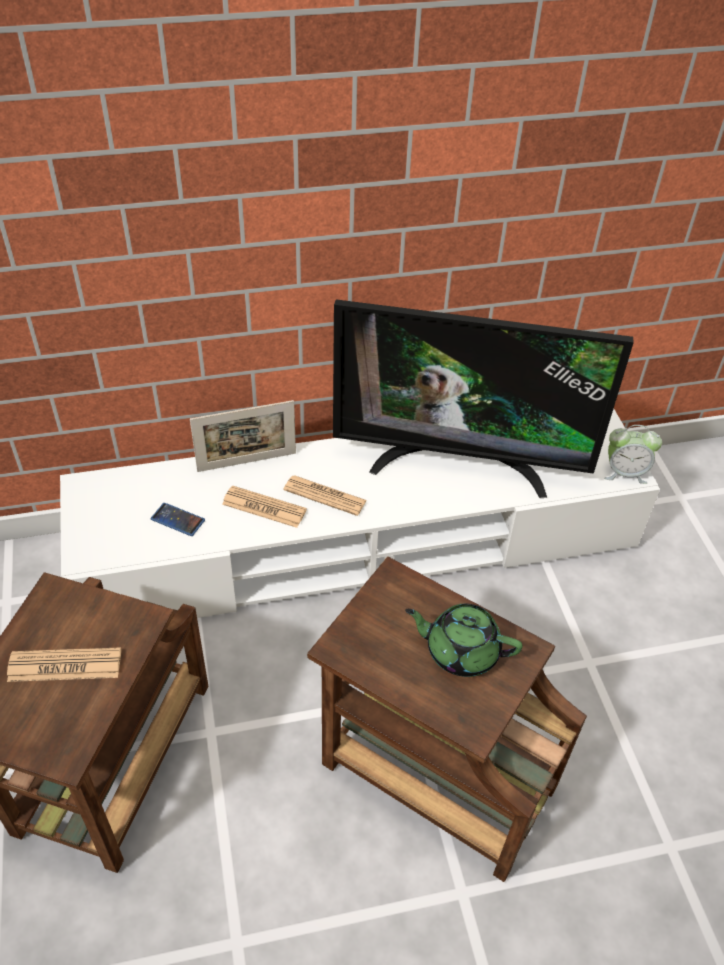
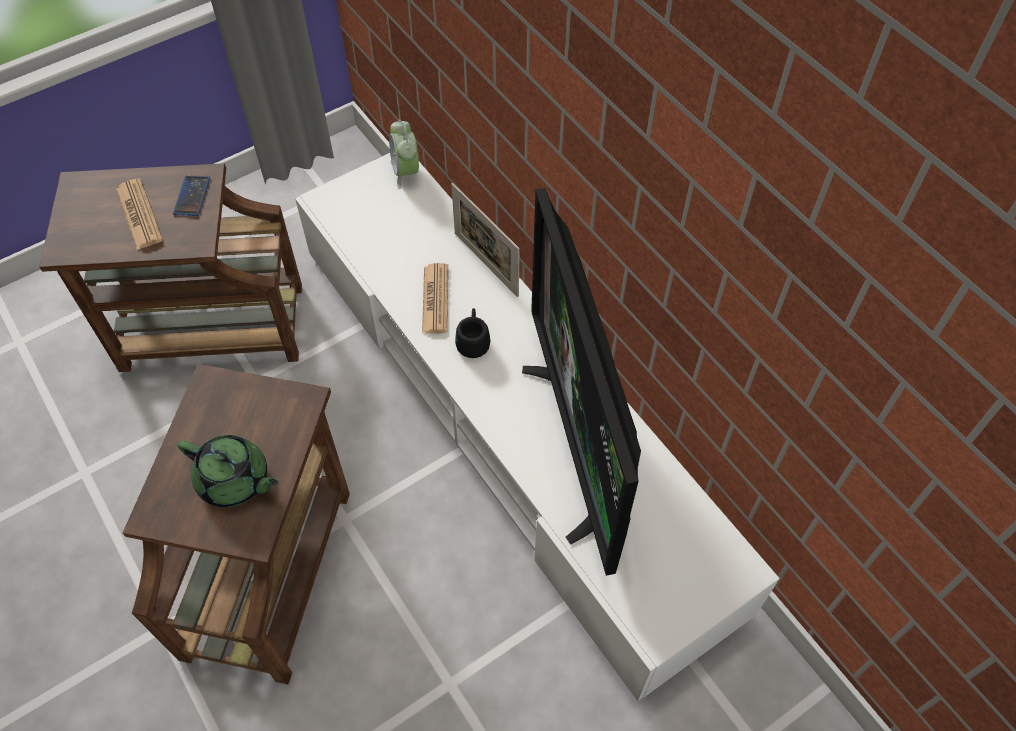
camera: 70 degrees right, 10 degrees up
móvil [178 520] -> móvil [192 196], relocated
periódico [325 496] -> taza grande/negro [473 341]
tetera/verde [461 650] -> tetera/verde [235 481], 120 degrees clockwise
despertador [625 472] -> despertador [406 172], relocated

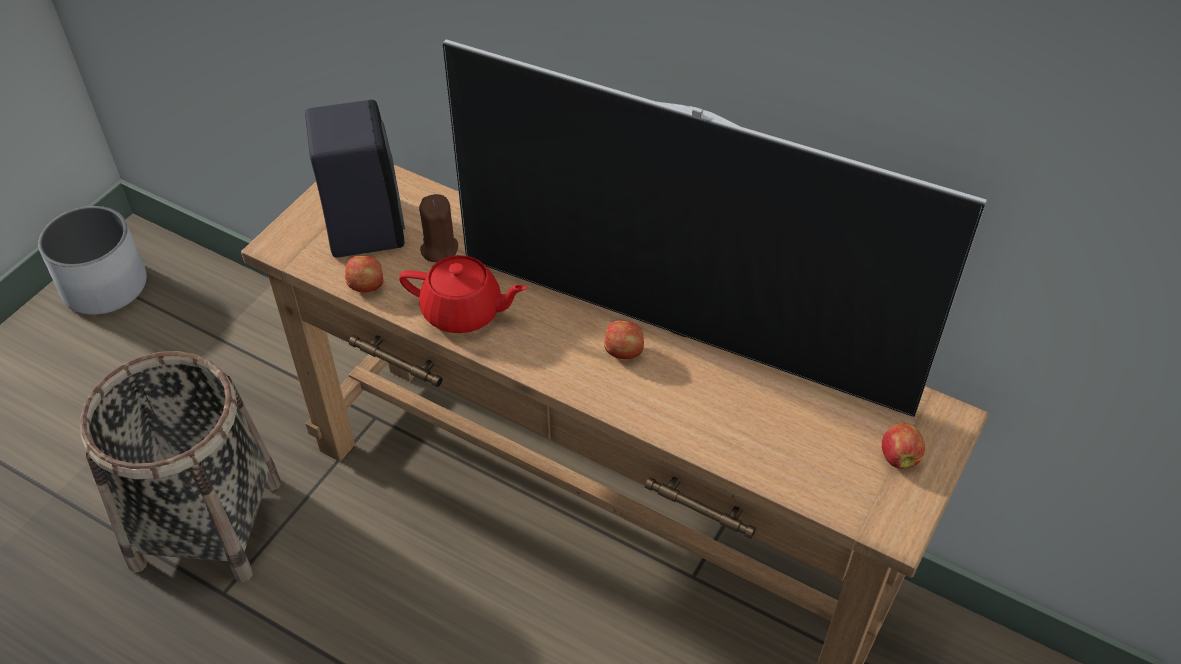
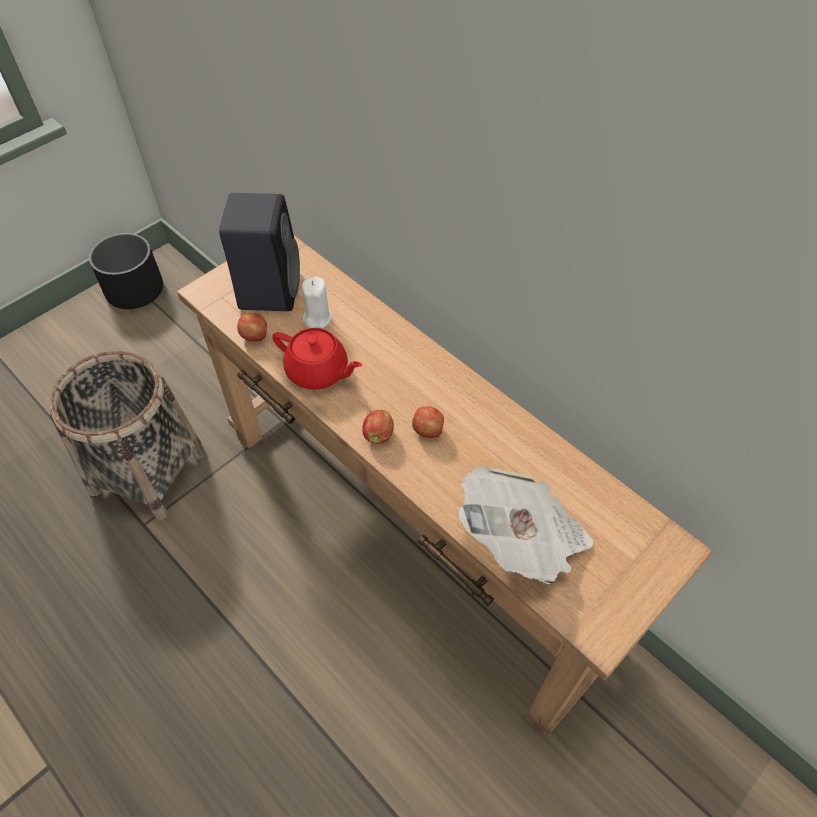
camera: 15 degrees right, 5 degrees up
maceta/blanco [106 286] -> maceta/negro [135 290]
vela/marrón [439 248] -> vela/blanco [317 317]
televisor [680 331] -> none
manzana [899 456] -> manzana [378 434], relocated
none -> periódico [522 539]

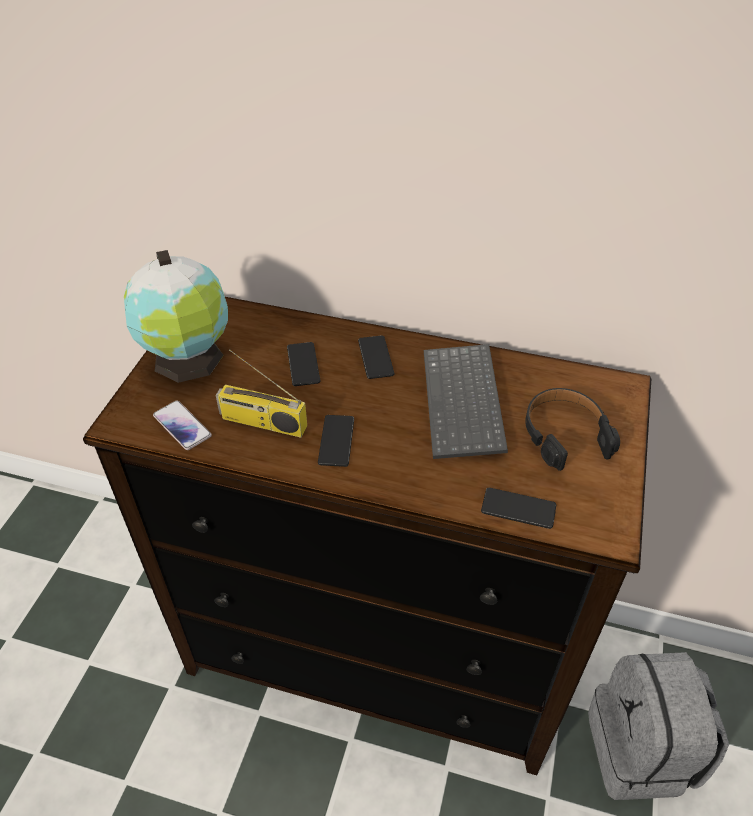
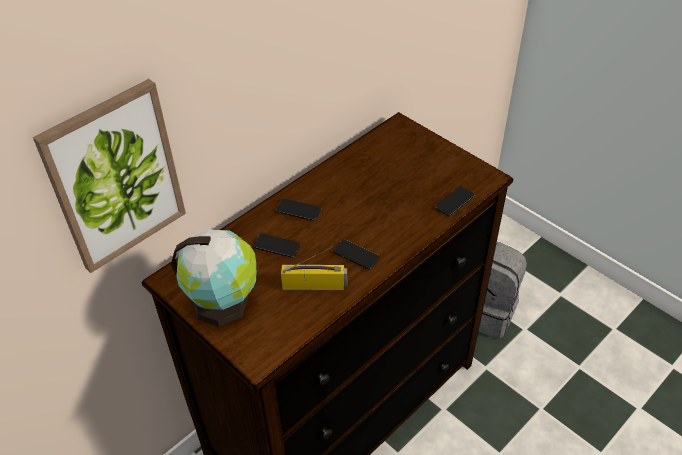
camera: 60 degrees left, 0 degrees up
móvil [182 426] -> none
radio [262 423] -> radio [315 284], 135 degrees counterclockwise
teclado [465 403] -> none
auriculares/negro [565 434] -> none
none -> cuadro [115 177]

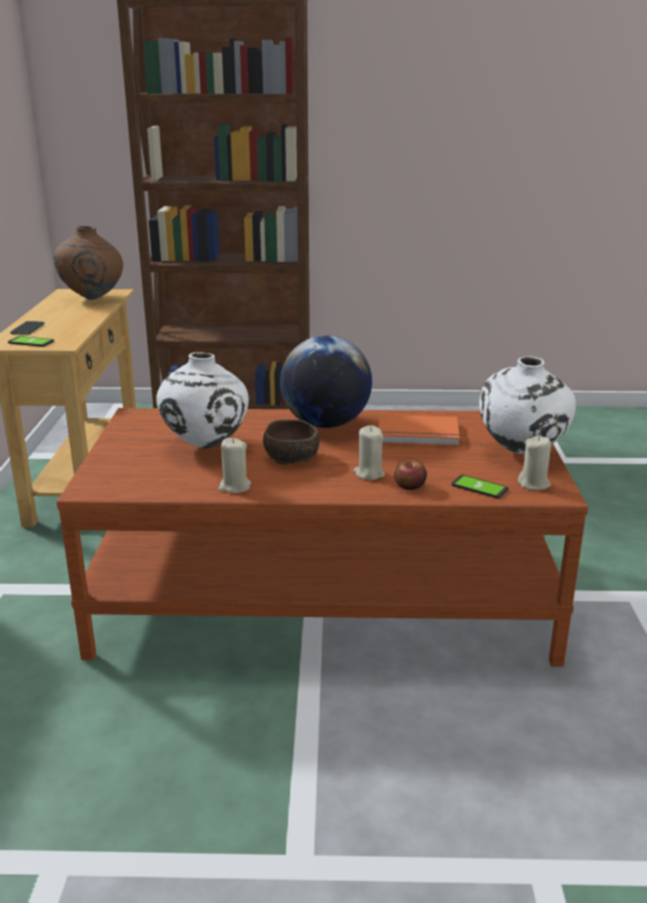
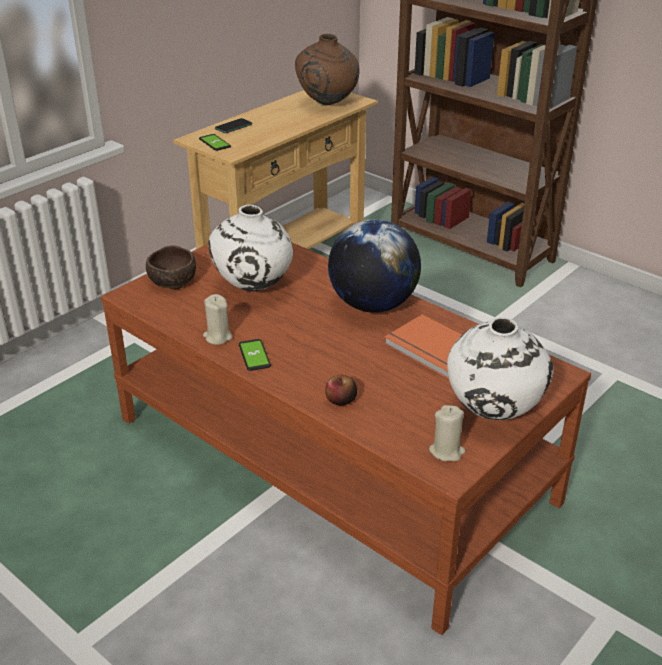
camera: 40 degrees right, 10 degrees up
cuenco/marrón [292 458] -> cuenco/marrón [173 281], relocated
vela/beis [369 474] -> none
móvil [479 487] -> móvil [254 355], relocated

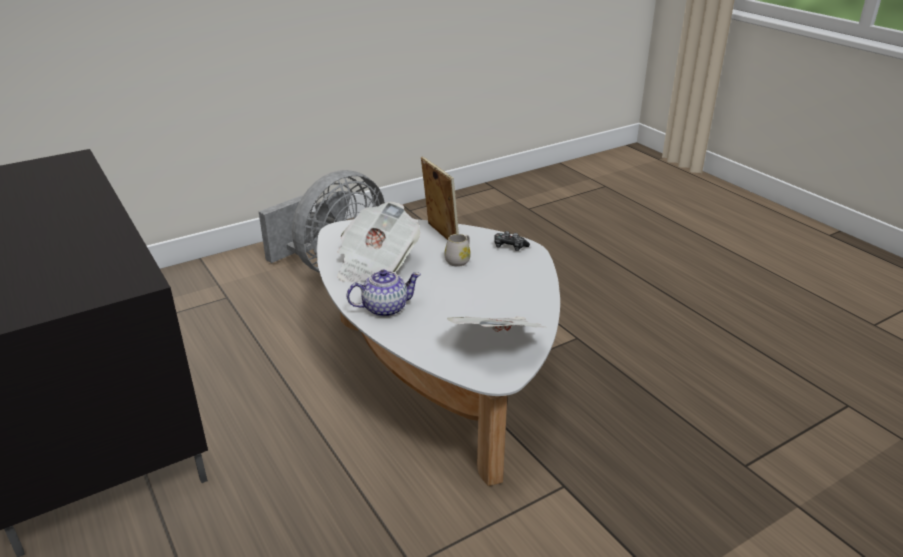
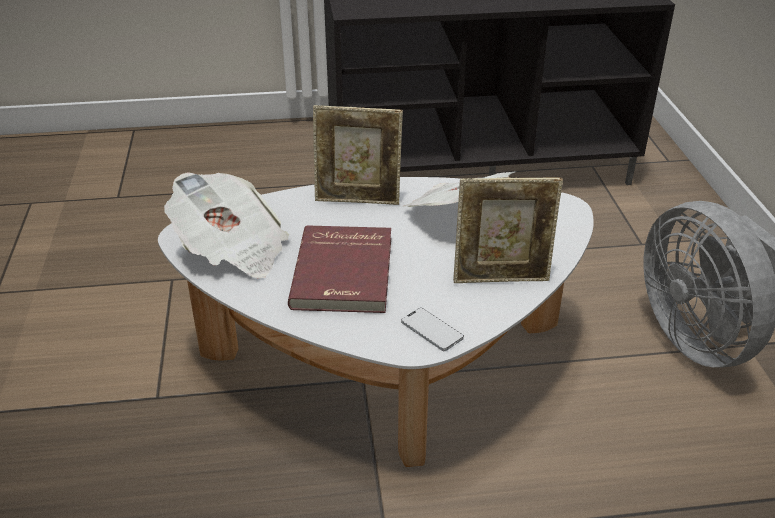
camera: 115 degrees right, 5 degrees up
tetera [384 308] -> portarretratos [358 200]
taza grande/blanco [459 260] -> none
mando de consola [509 247] -> móvil [432 330]
none -> libro/rojo [345 272]

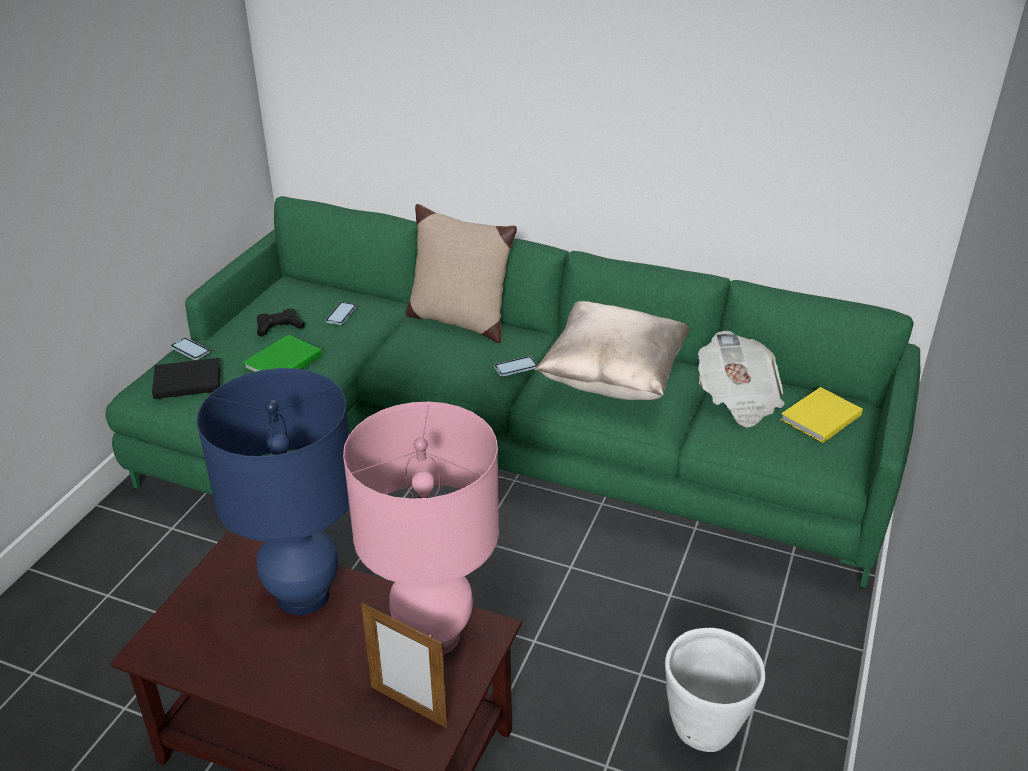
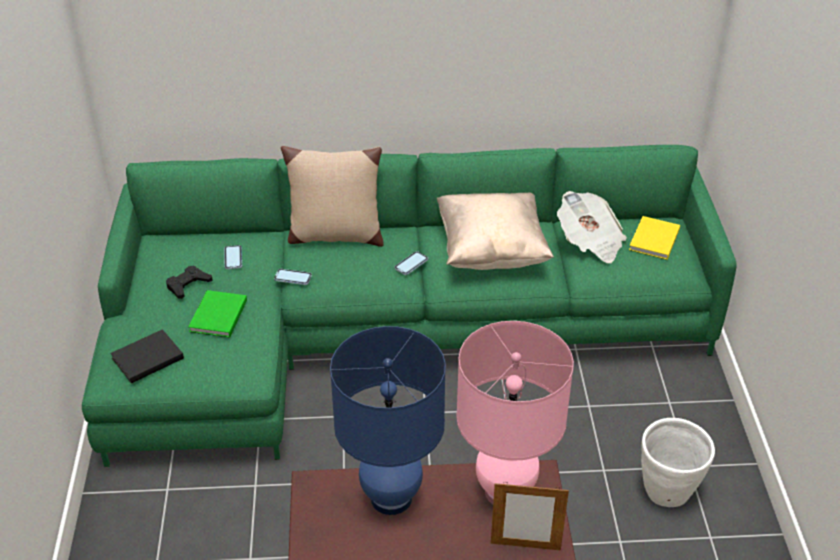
camera: 25 degrees left, 5 degrees up
móvil [190 350] -> móvil [293 278], relocated

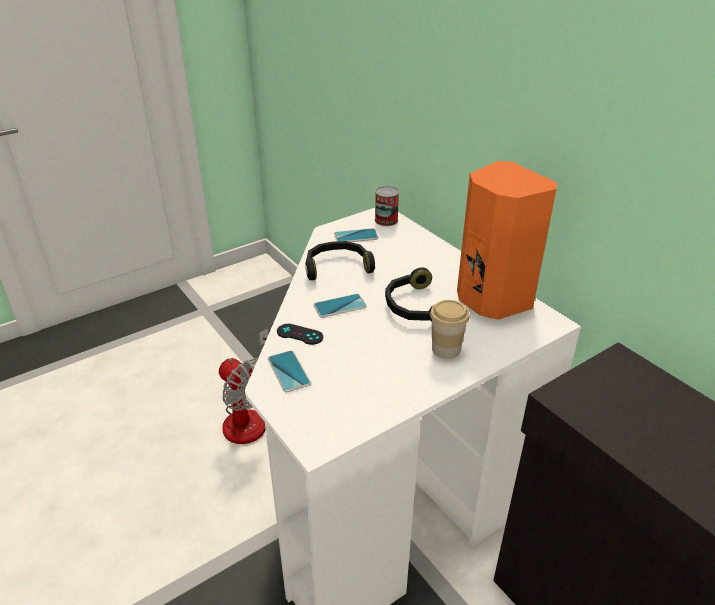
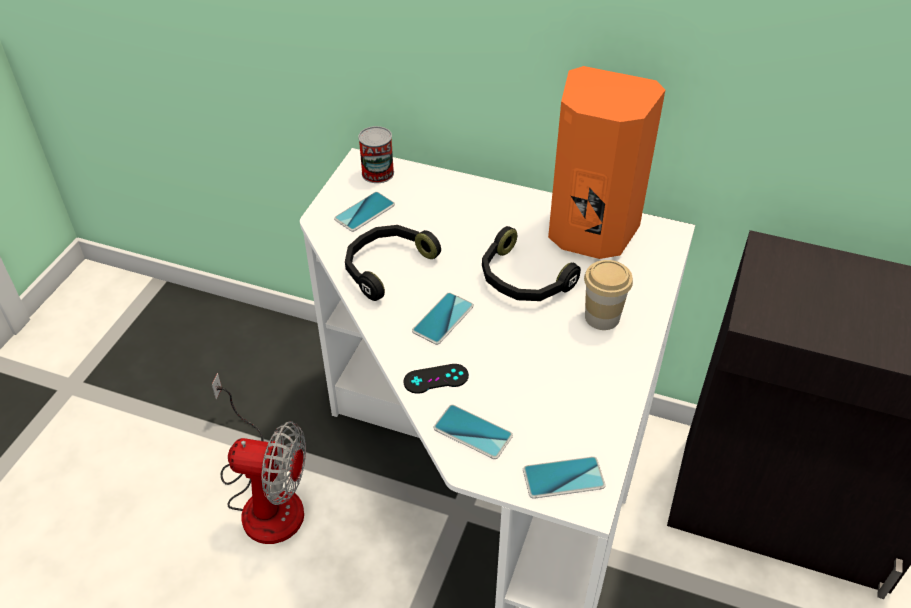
camera: 35 degrees left, 10 degrees up
none -> móvil [563 478]

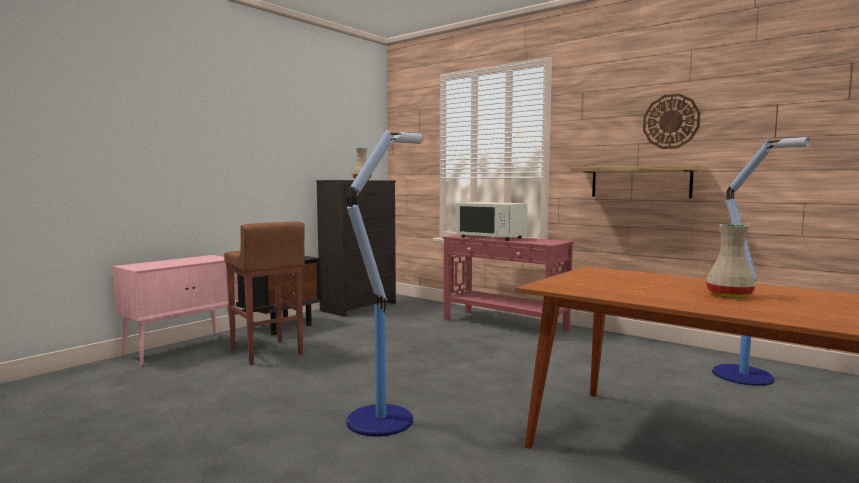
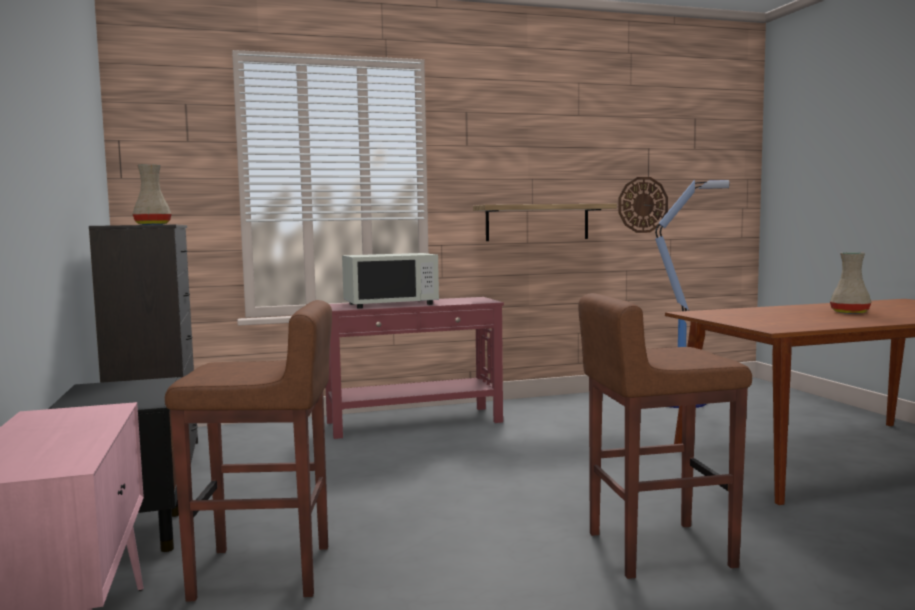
camera: 55 degrees left, 0 degrees up
lámpara de pie [382 419] -> taburete/marrón [657 549]
reloj de pared [671 121] -> reloj de pared [642 204], relocated

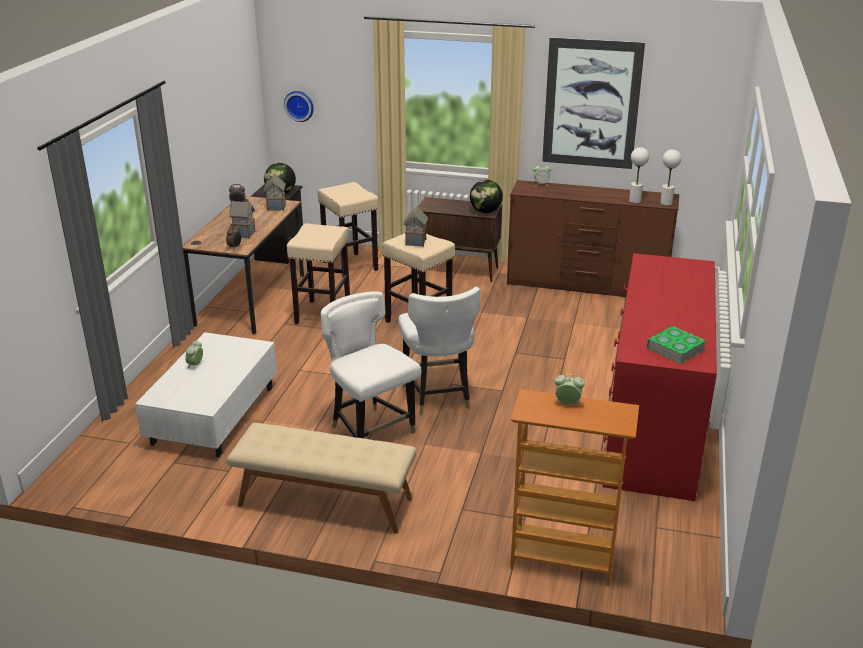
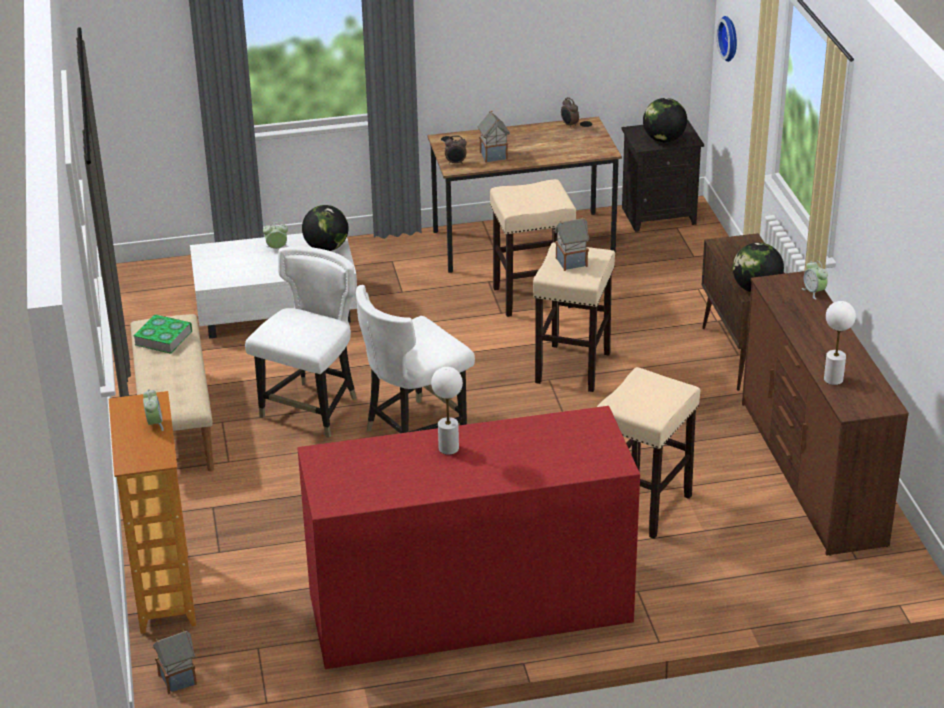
camera: 65 degrees right, 5 degrees up
casita [276 207] -> casita [178 679], relocated
taburete/beis [351 266] -> taburete/beis [643 507], relocated
cuadro [591 104] -> none
libro [675 349] -> libro [163 338], relocated
lámpara de mesa/blanco [666 203] -> lámpara de mesa/blanco [448 448], relocated
none -> globo terráqueo [326 248]

